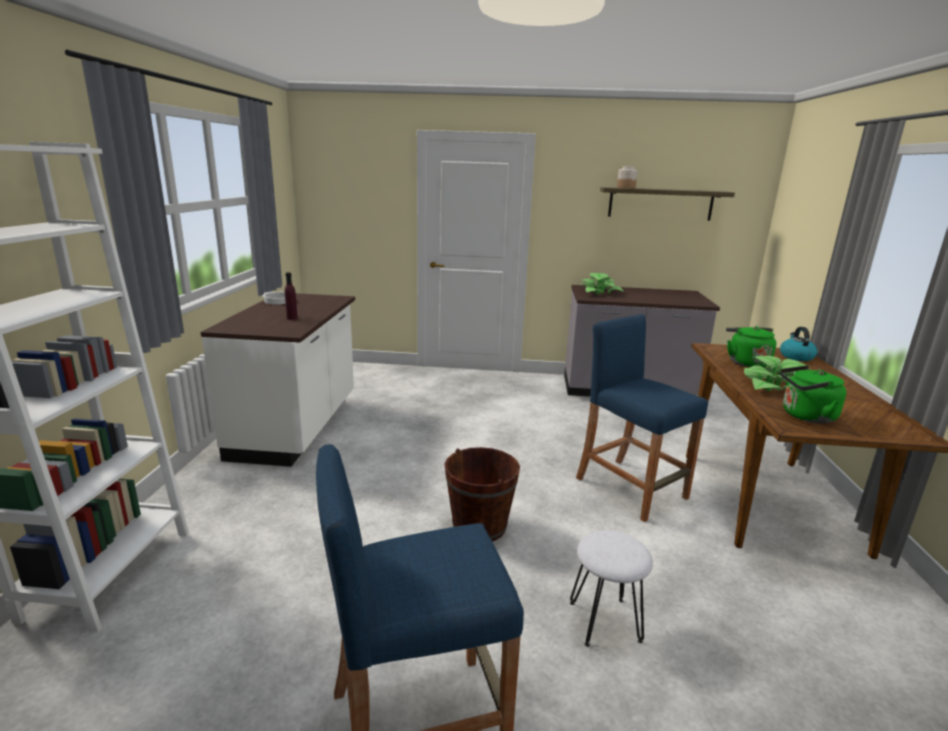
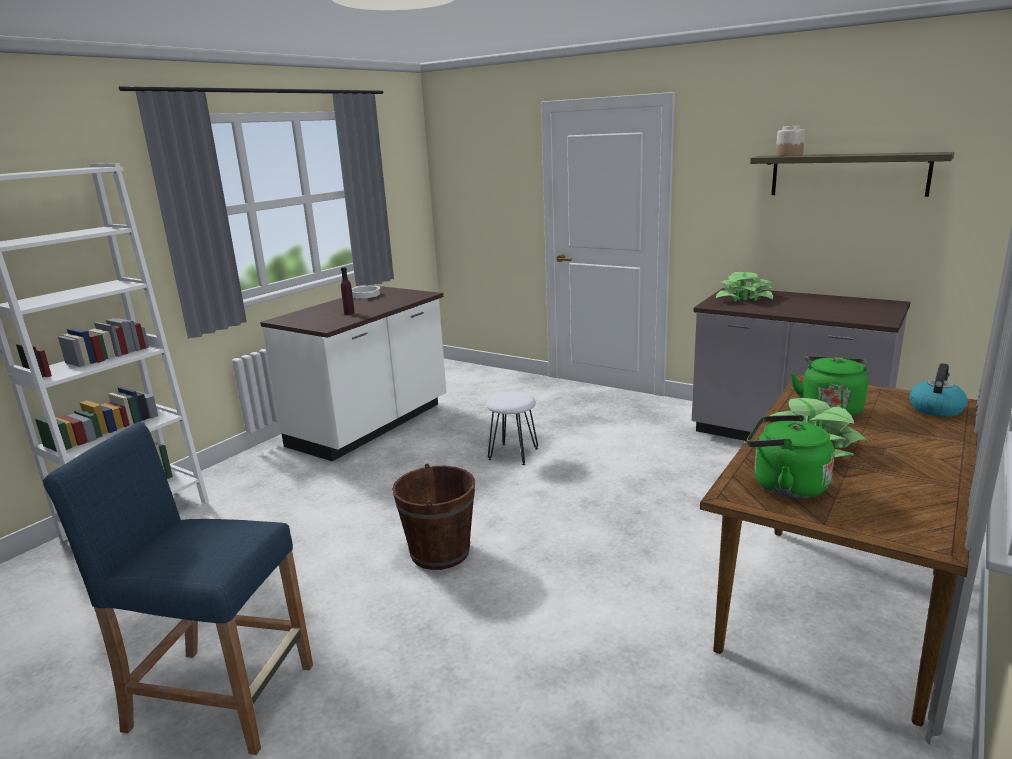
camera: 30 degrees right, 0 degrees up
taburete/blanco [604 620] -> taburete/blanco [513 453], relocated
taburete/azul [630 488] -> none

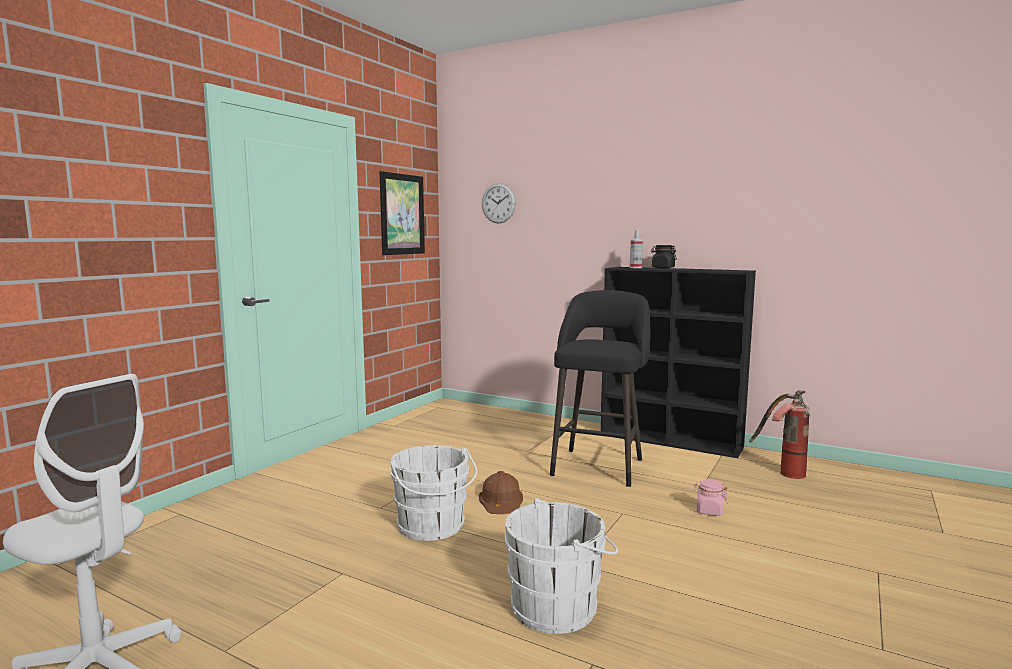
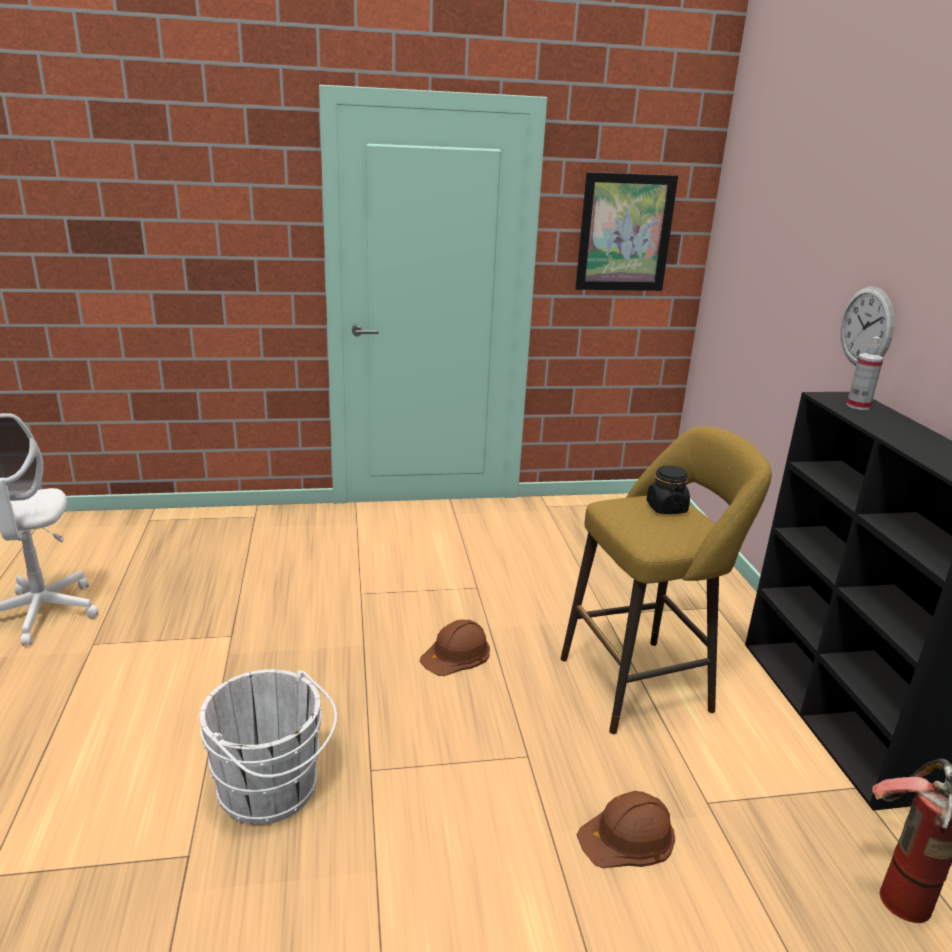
camera: 50 degrees right, 15 degrees up
cubo/blanco [432 527] -> none
reloj de pared [498 203] -> reloj de pared [866 327], relocated
taburete/negro [599 465] -> taburete/amarillo [643 683]
tarro/negro [663 268] -> tarro/negro [666 508], relocated
tarro/rosa [709 511] -> casco/marrón [628 836]

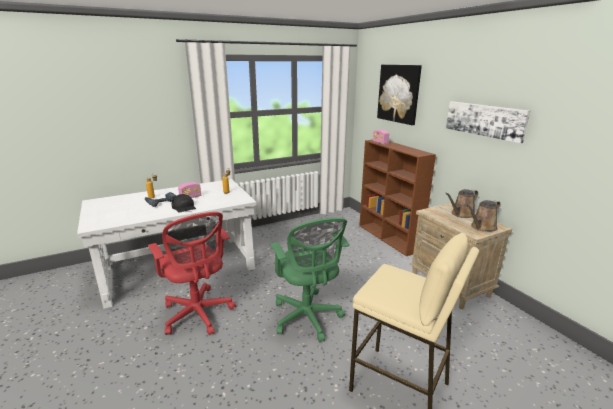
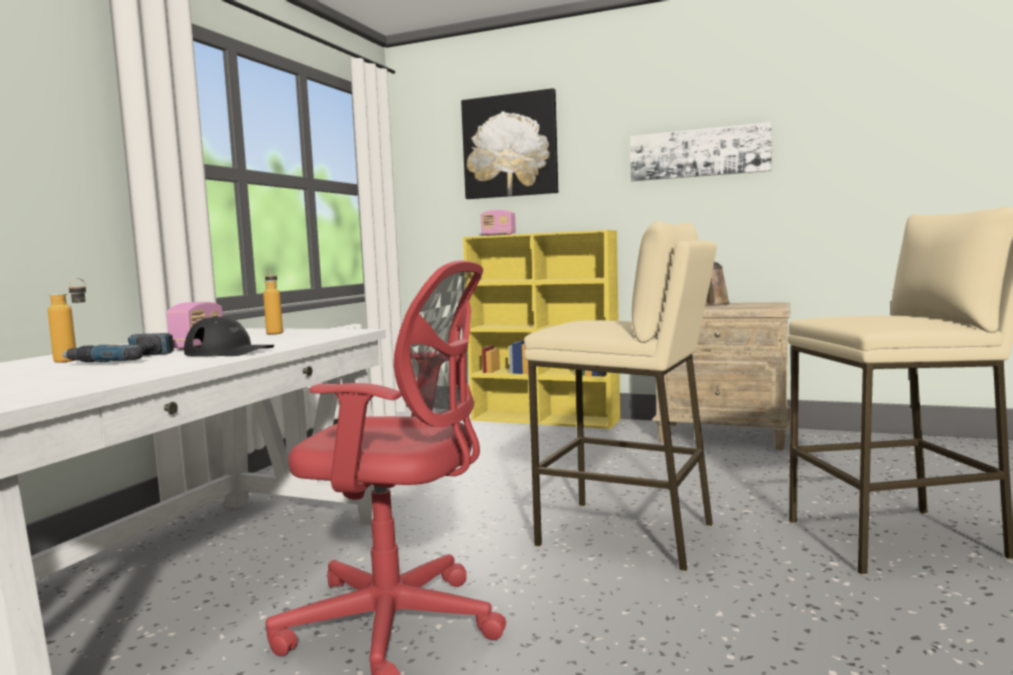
camera: 40 degrees left, 15 degrees down
silla de oficina/verde [307 318] -> taburete/beis [627 535]
estantería/marrón [389 238] -> estantería/amarillo [546 419]
regadera/marrón [482 227] -> none

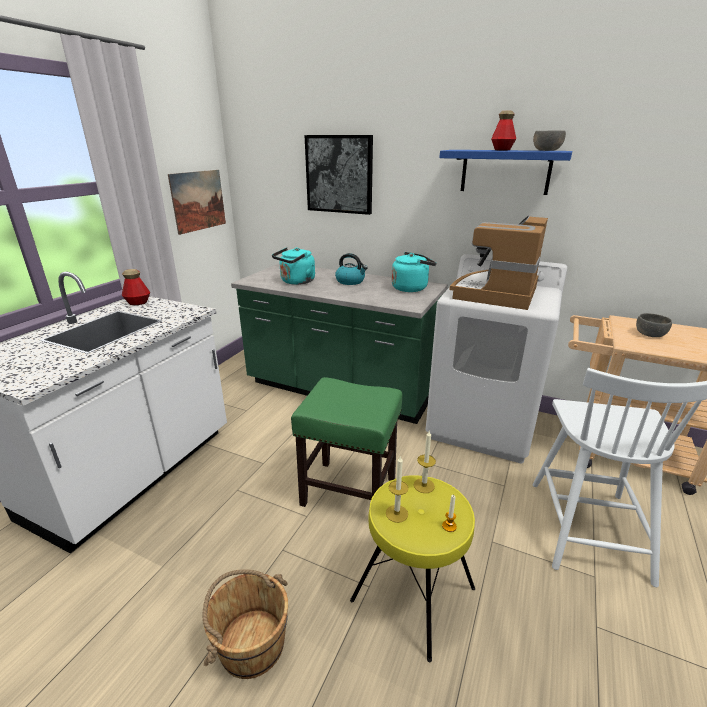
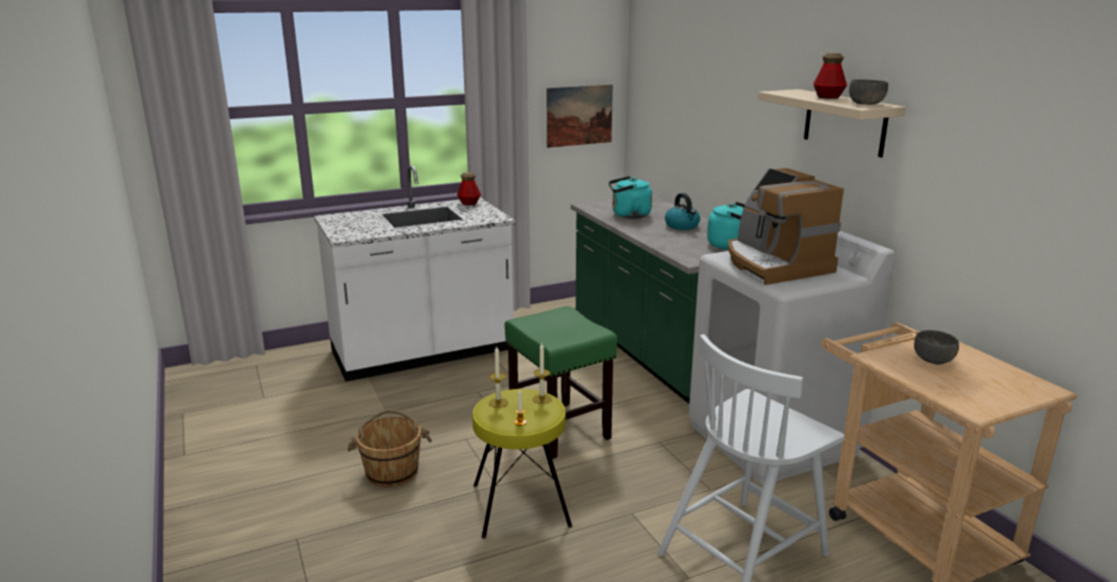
camera: 40 degrees right, 5 degrees down
cuadro [339 174] -> none
estante/azul [505 171] -> estante/beis [844 122]
cafetera [496 293] -> cafetera [774 264], 90 degrees counterclockwise

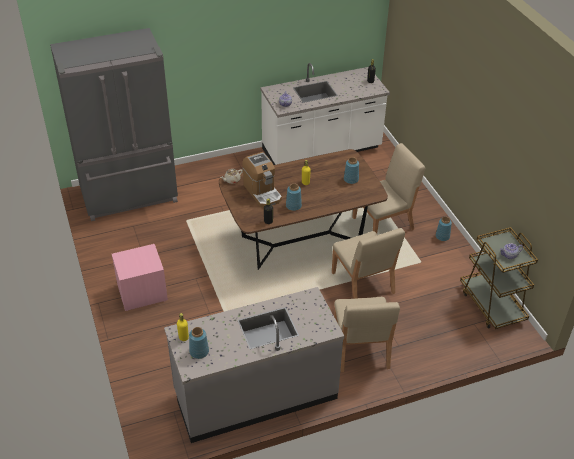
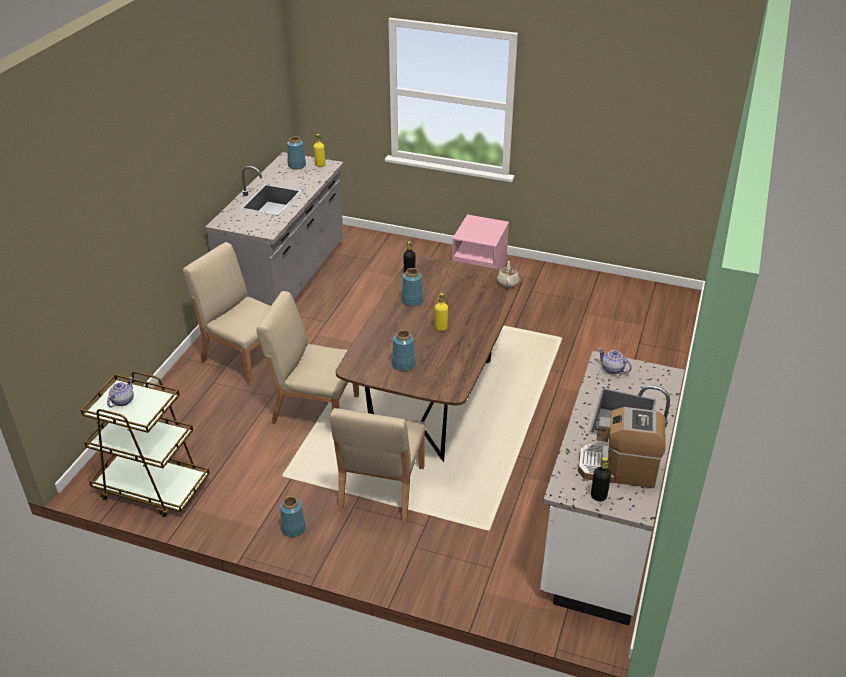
camera: 130 degrees right, 5 degrees down
nevera/gris [130 196] -> none
cafetera [262 192] -> cafetera [618 468], relocated

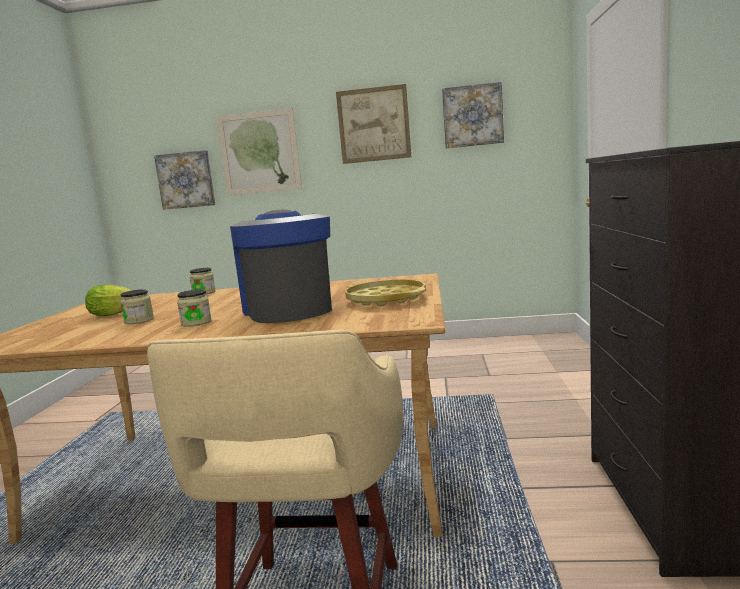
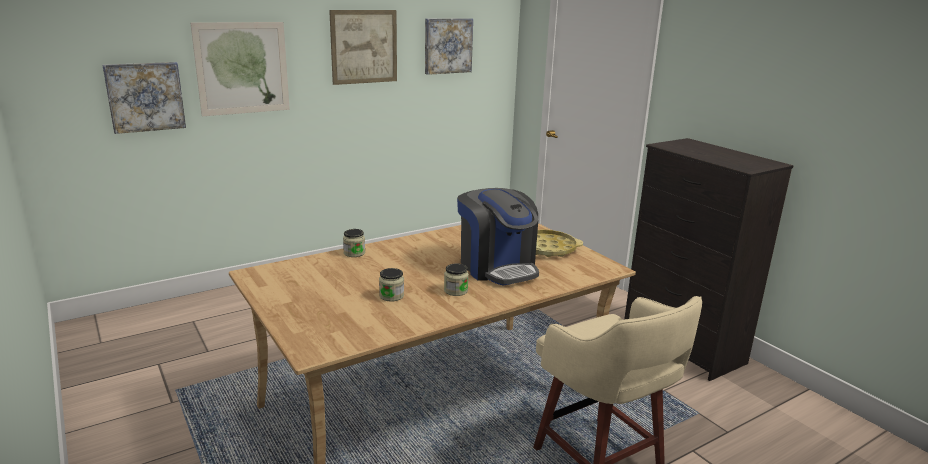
camera: 40 degrees left, 10 degrees up
lechuga [116 314] -> none
cafetera [288 309] -> cafetera [497 267], 150 degrees counterclockwise

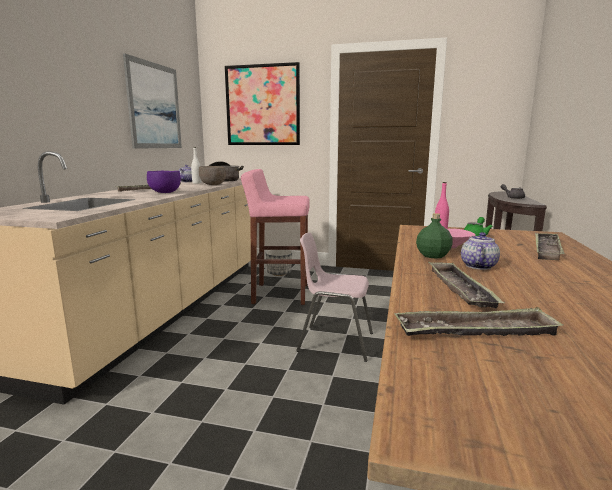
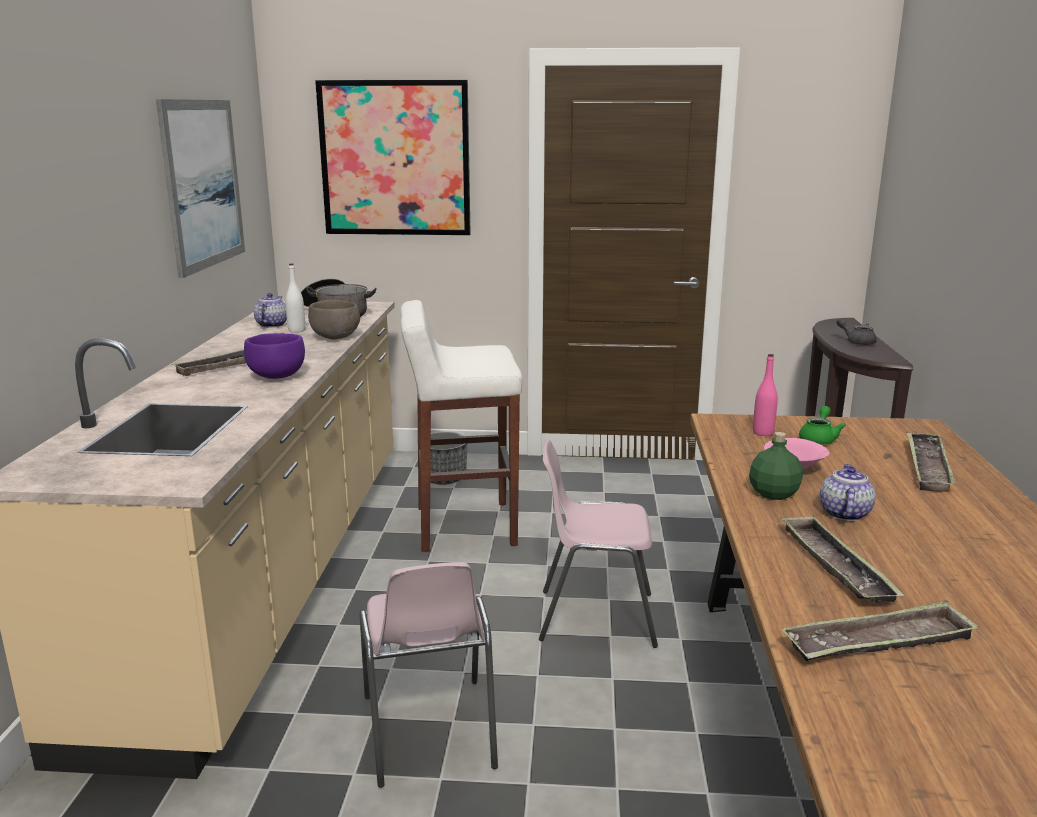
camera: 10 degrees left, 5 degrees up
taburete/rosa [279 294] -> taburete/blanco [463 526]
none -> silla/rosa [428 732]

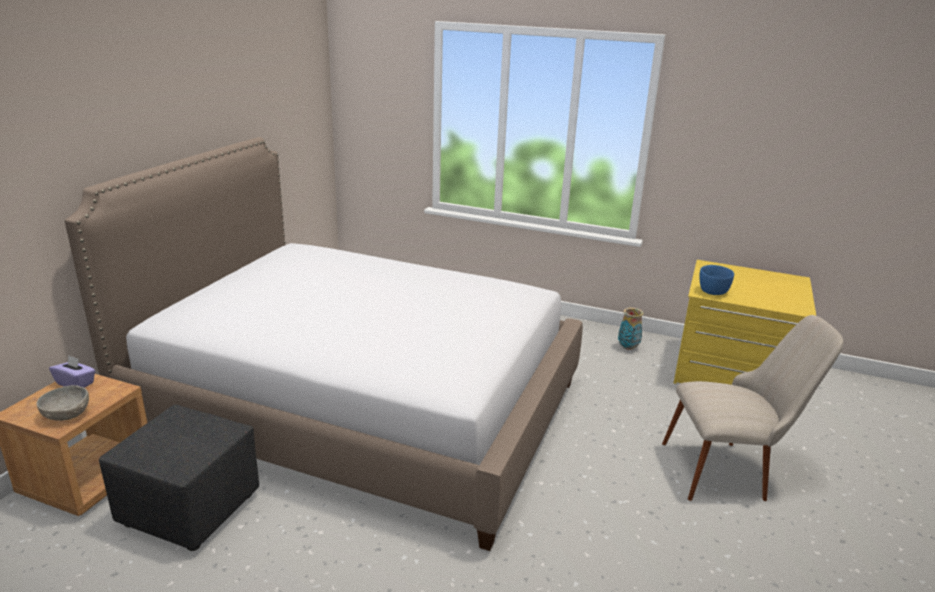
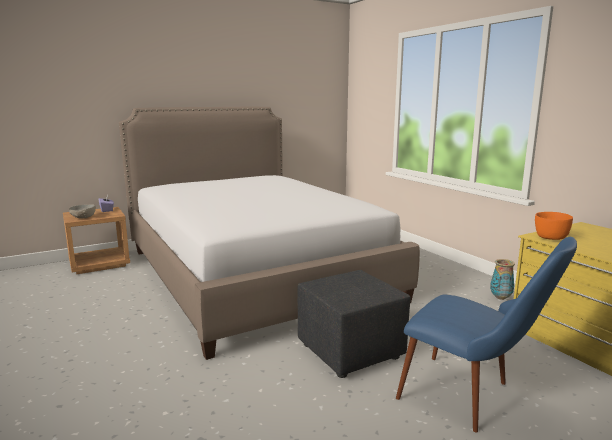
camera: 40 degrees right, 10 degrees down
puf/negro [190 508] -> puf/negro [350 351], relocated
silla/beis [730 470] -> silla/azul [472 398]
cuenco/azul [712 292] -> cuenco/naranja [550 238]

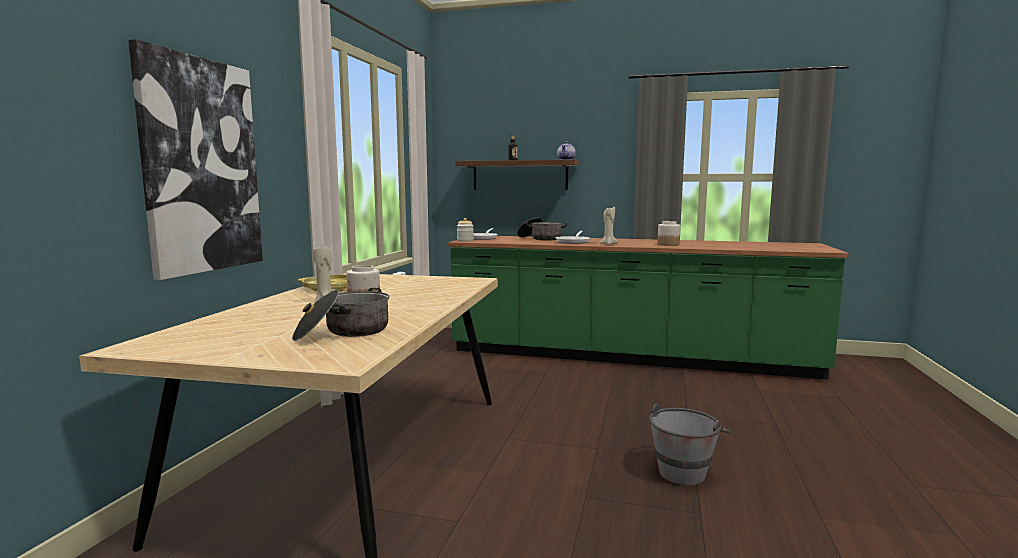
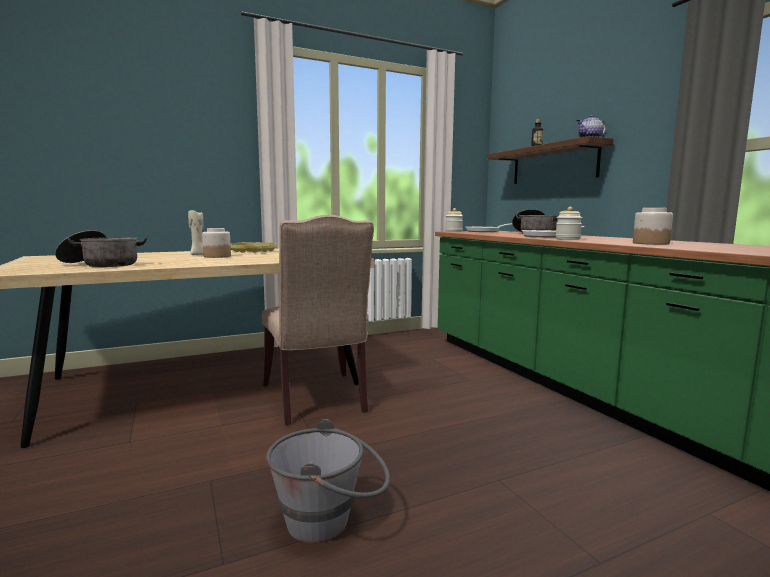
camera: 50 degrees right, 0 degrees up
cuadro [201 166] -> none
vela/beis [608 244] -> tarro [567 239]
none -> silla/beis [317 399]

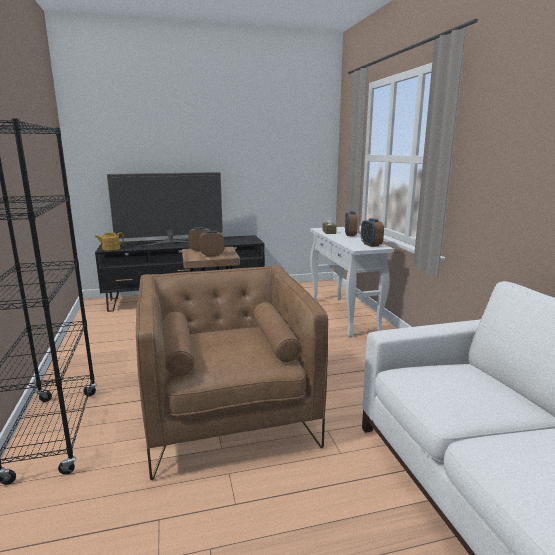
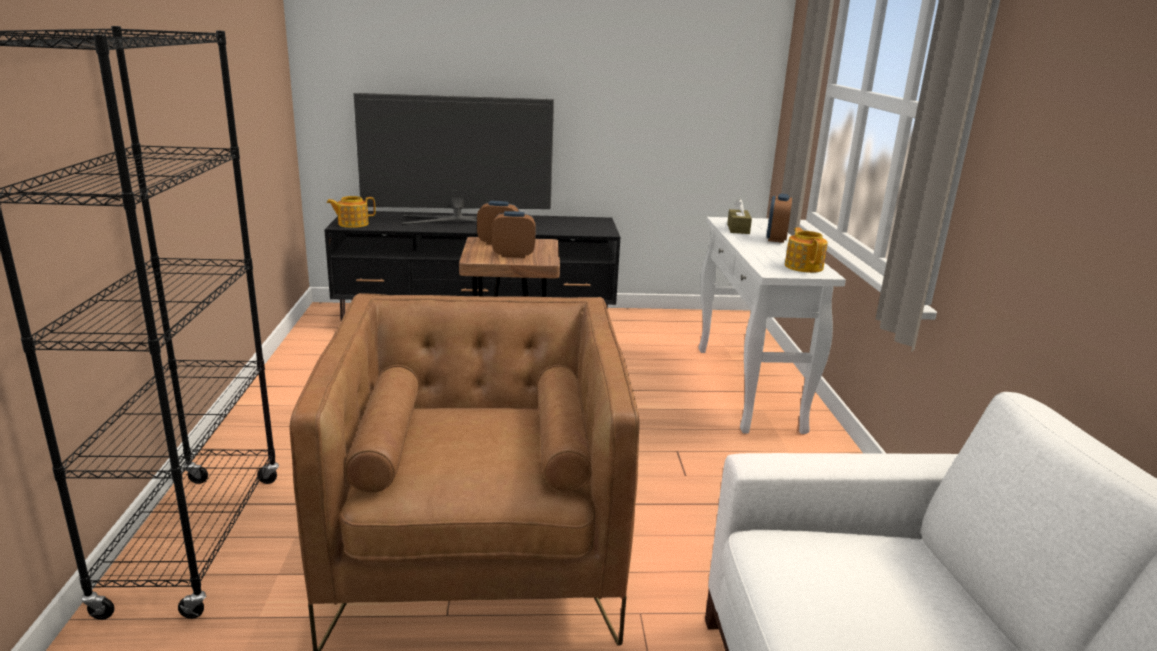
camera: 10 degrees right, 5 degrees up
despertador [371 245] -> tetera [804 266]

